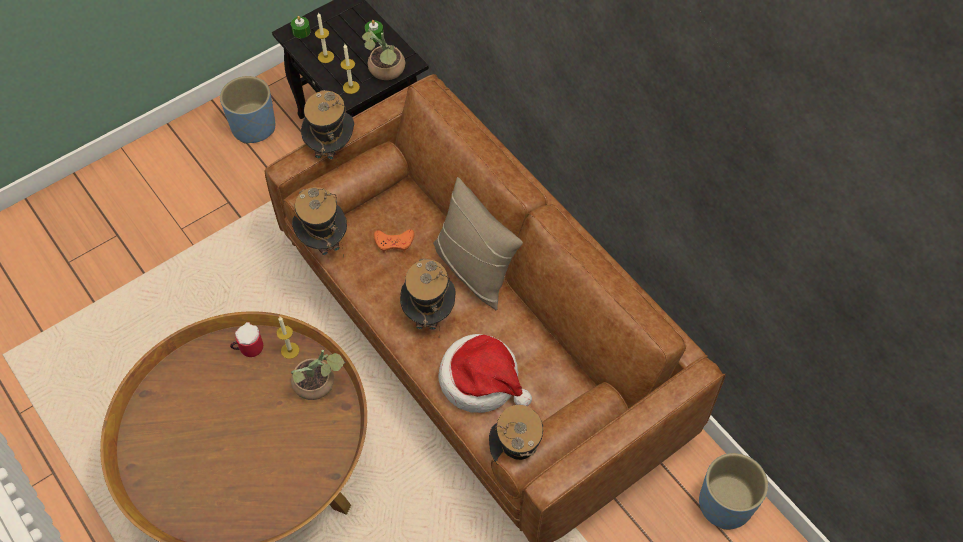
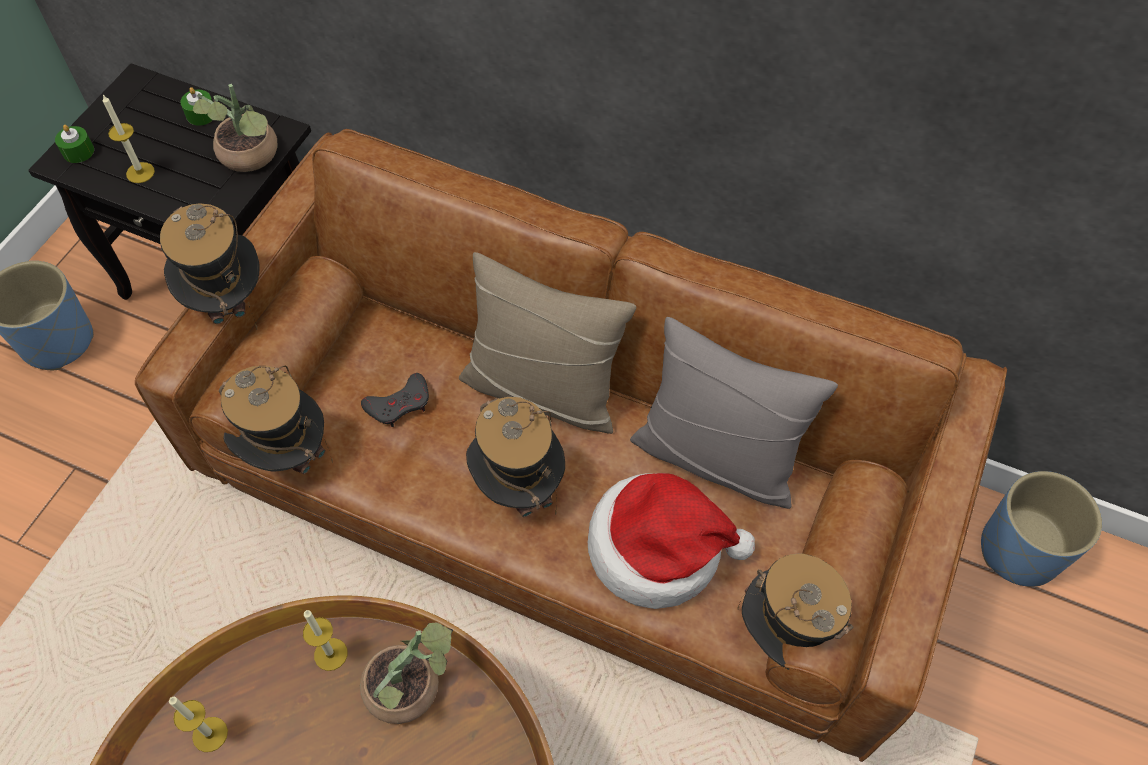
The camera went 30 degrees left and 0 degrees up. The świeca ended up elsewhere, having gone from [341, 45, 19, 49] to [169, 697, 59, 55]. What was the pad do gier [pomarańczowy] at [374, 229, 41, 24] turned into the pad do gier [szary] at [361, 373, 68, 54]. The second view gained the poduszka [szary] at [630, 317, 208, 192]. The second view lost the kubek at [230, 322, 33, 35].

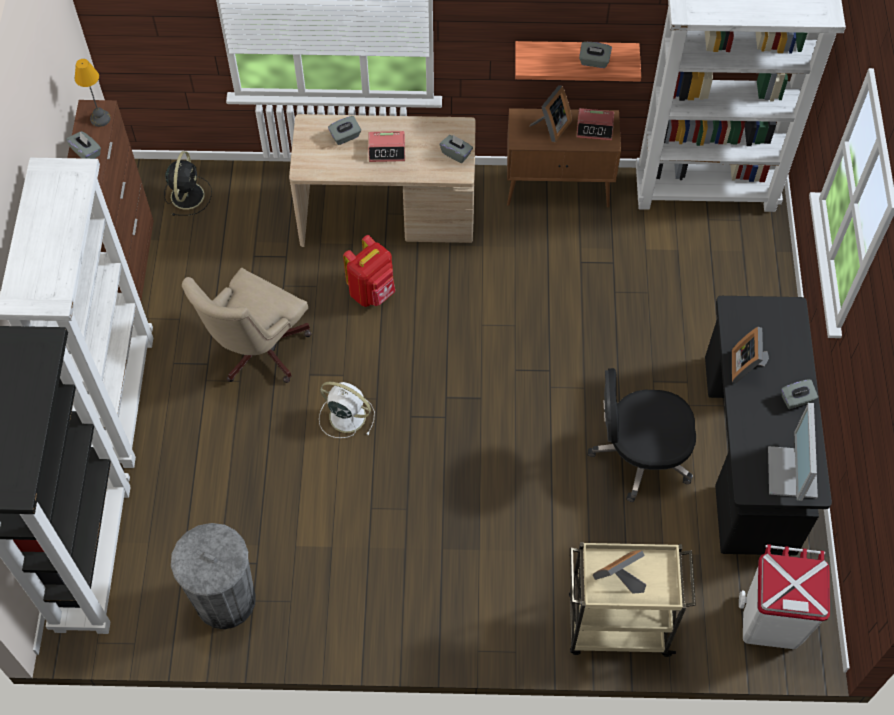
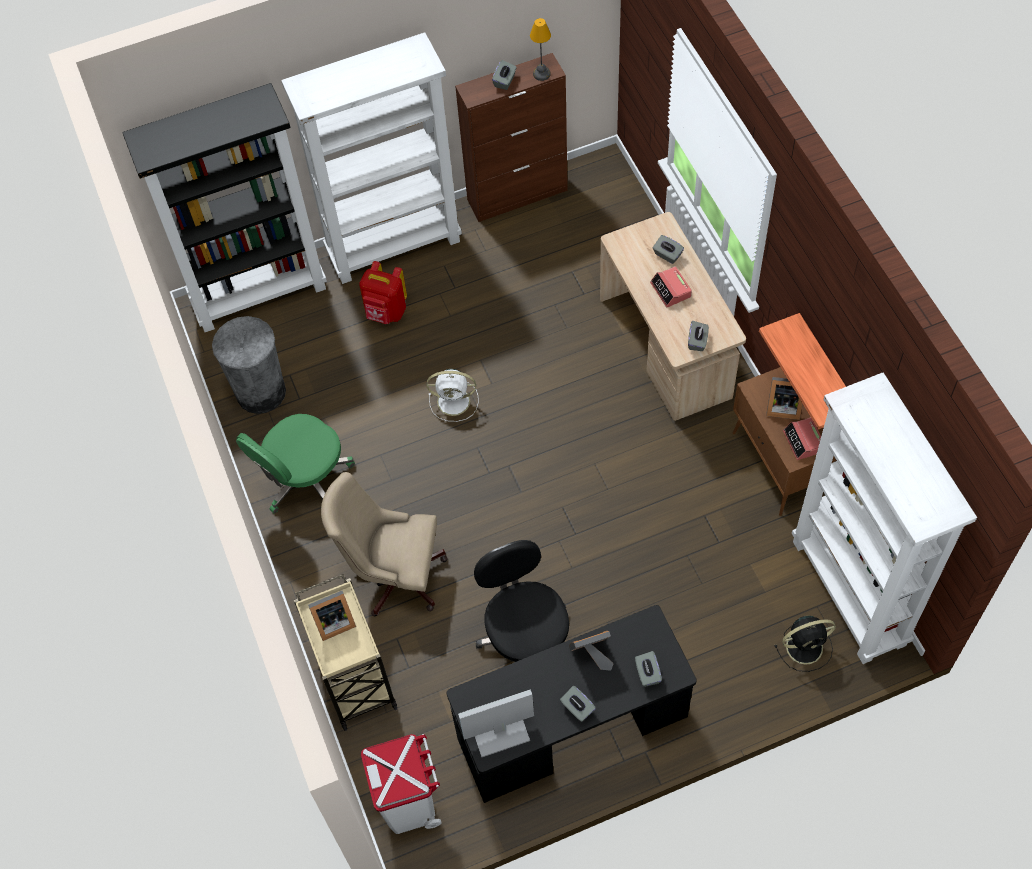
The camera went 70 degrees right and 0 degrees up. The second view gained the krzesło biurowe [zielony] at [236, 414, 119, 99]. The ramka na zdjęcie at [593, 550, 53, 44] ended up facing another way, 120 degrees clockwise from before. The krzesło biurowe [beżowy] ended up elsewhere, having gone from [182, 268, 130, 115] to [321, 472, 127, 144]. The plecak [czerwony] ended up elsewhere, having gone from [343, 235, 52, 72] to [359, 261, 48, 63]. The wentylator [biały] at [319, 382, 56, 56] ended up facing another way, 90 degrees clockwise from before. The pudełko chusteczek [szary] ended up elsewhere, having gone from [579, 42, 33, 26] to [635, 651, 27, 36]. The wentylator [czarny] ended up elsewhere, having gone from [164, 151, 48, 65] to [774, 616, 62, 56].

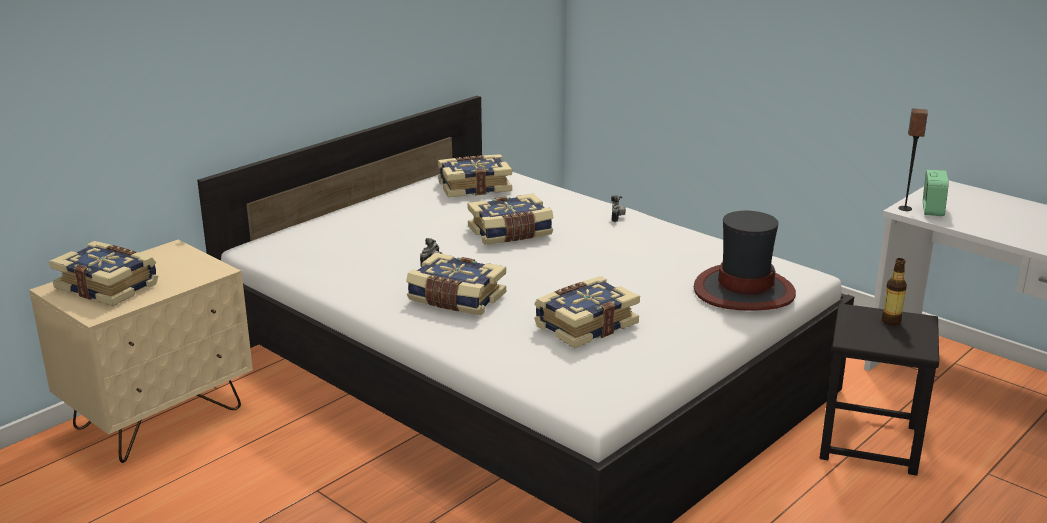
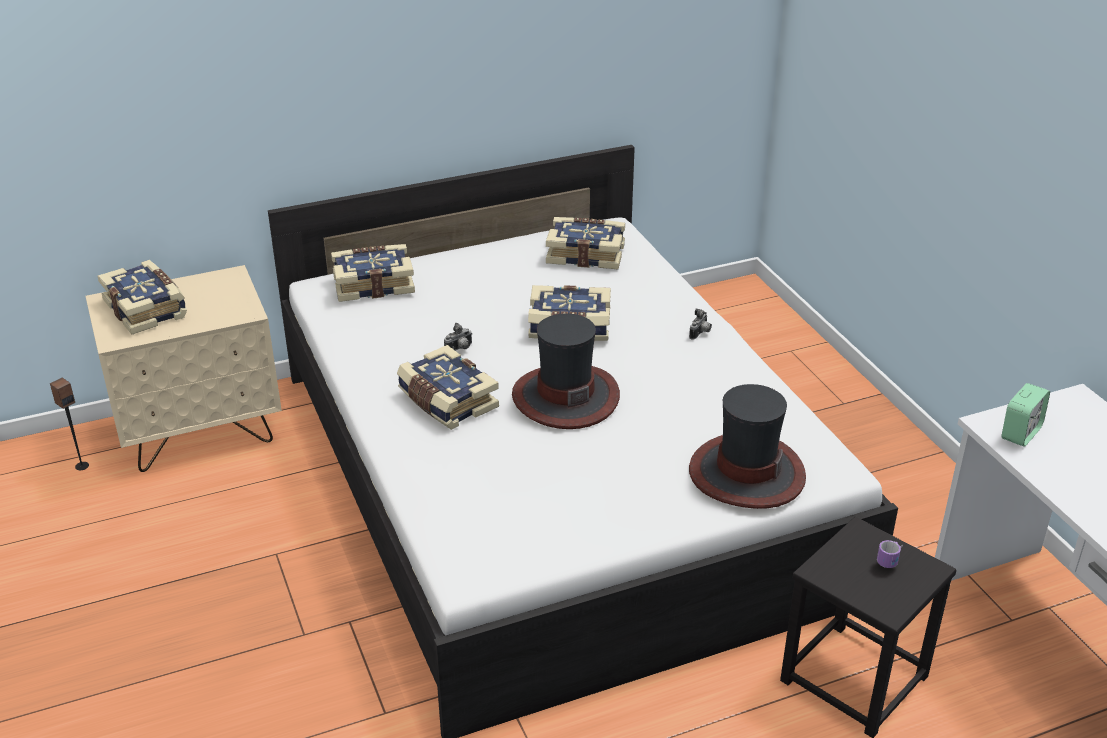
The camera went 25 degrees right and 10 degrees up. The głośnik ended up elsewhere, having gone from [898, 108, 30, 103] to [50, 378, 39, 92]. The książka ended up elsewhere, having gone from [534, 276, 106, 72] to [331, 244, 84, 58]. The second view gained the kapelusz at [512, 313, 108, 116]. Where the butelka stood at [882, 258, 25, 68], the kubek came to stand at [877, 540, 26, 28].

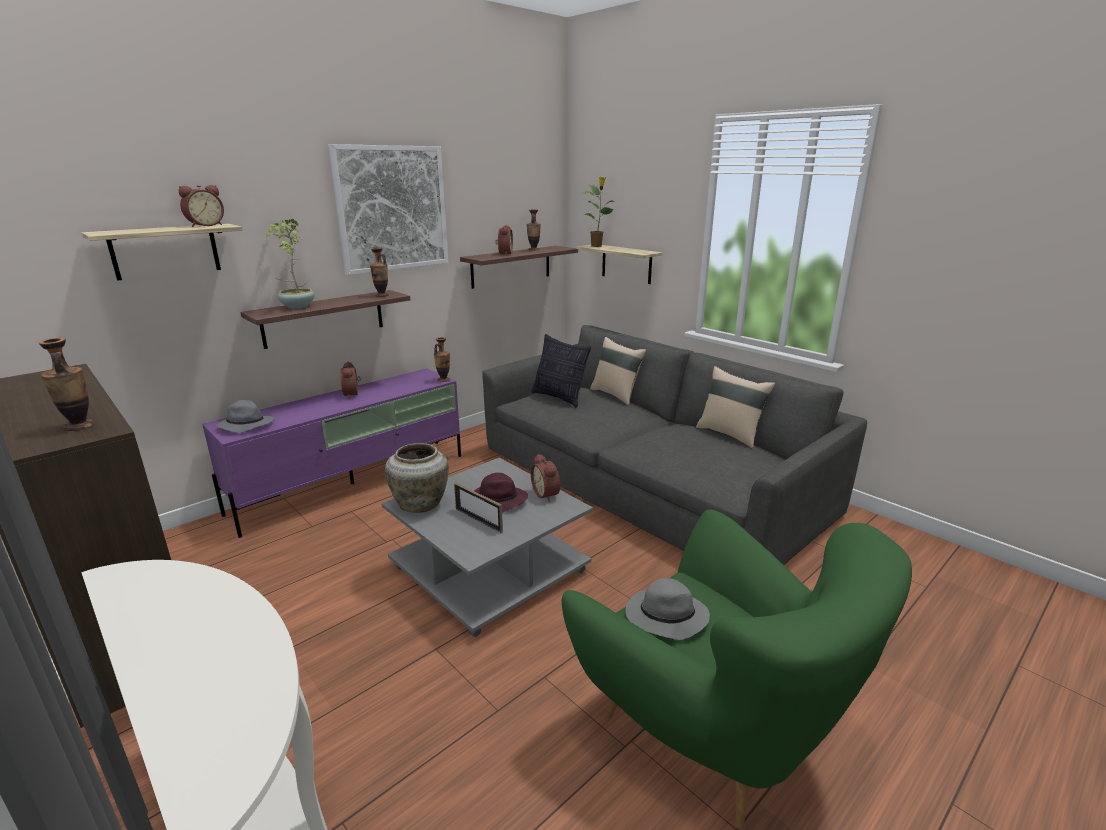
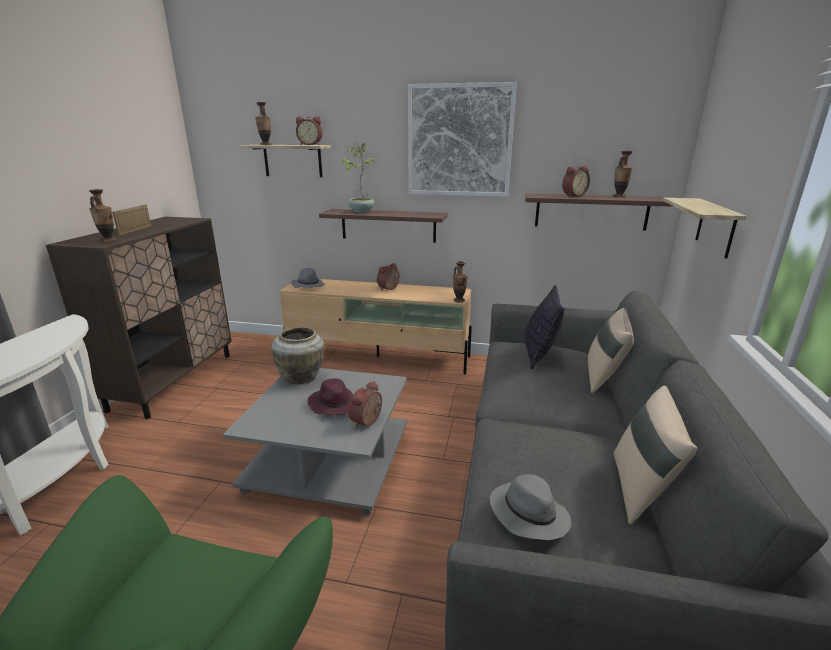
The camera went 55 degrees right and 0 degrees up. The ramka na zdjęcie ended up elsewhere, having gone from [454, 483, 49, 50] to [112, 204, 39, 32]. The wazon ended up elsewhere, having gone from [370, 247, 19, 50] to [255, 102, 17, 43]. What was the szafka pod telewizor [fioletowy] at [202, 368, 259, 170] turned into the szafka pod telewizor [beżowy] at [279, 278, 193, 96]. The kapelusz [szary] ended up elsewhere, having gone from [626, 578, 84, 62] to [490, 474, 81, 66]. The second view lost the roślina doniczkowa at [582, 177, 32, 70].

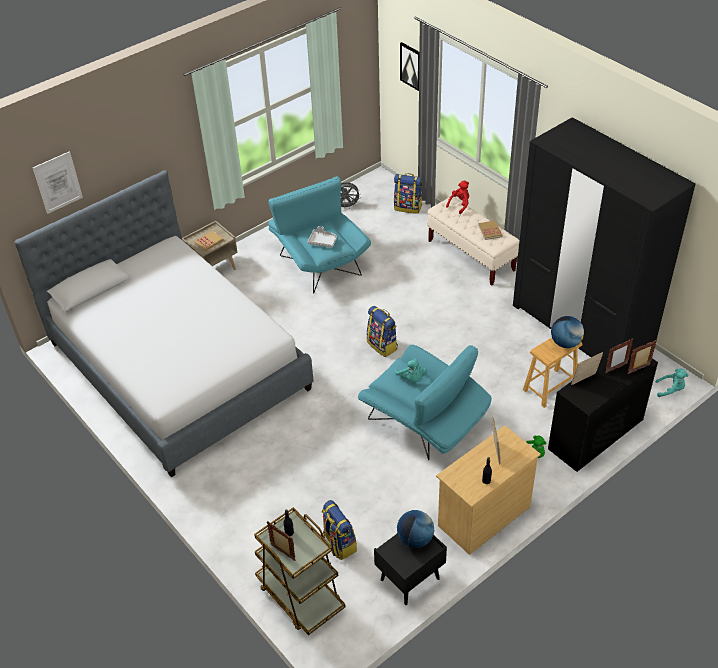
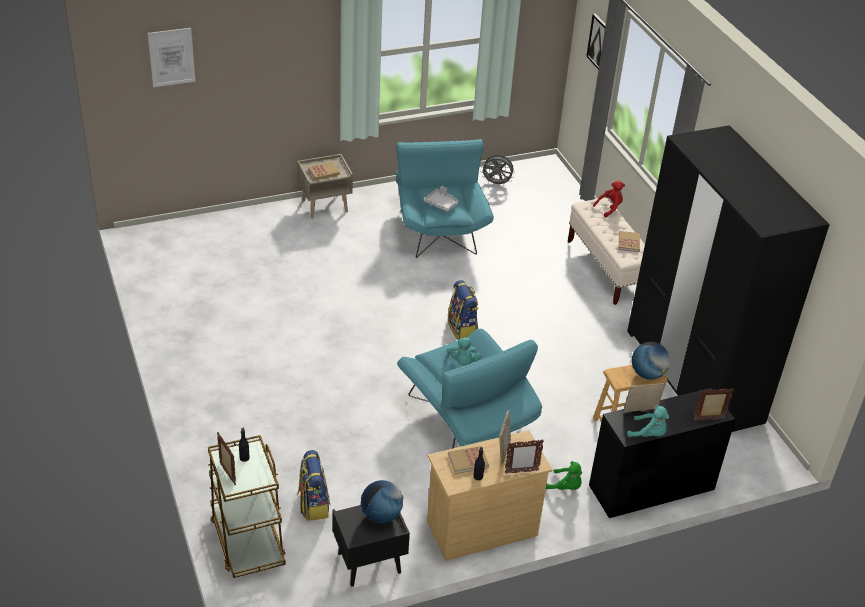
The camera went 15 degrees right and 5 degrees down. The second view gained the książka at [448, 446, 41, 28]. The ramka na zdjęcie ended up elsewhere, having gone from [605, 338, 28, 35] to [505, 439, 39, 35]. The pluszak [turkusowy] ended up elsewhere, having gone from [655, 368, 33, 29] to [627, 406, 42, 31]. The second view lost the łóżko at [15, 170, 299, 307]. The second view lost the plecak at [394, 173, 28, 41].

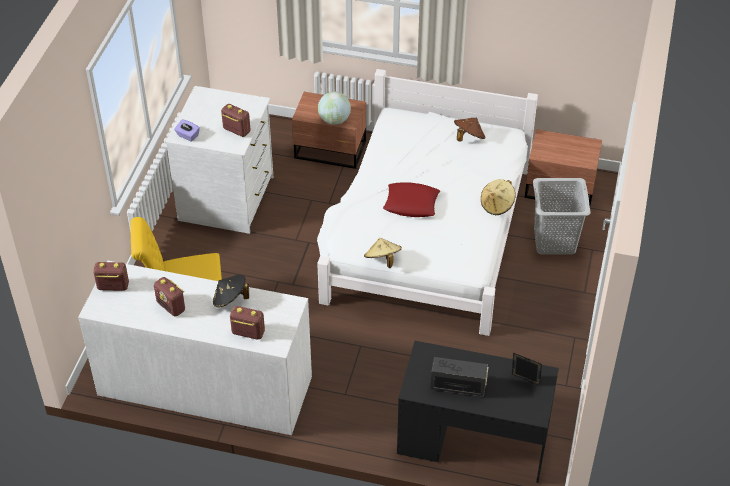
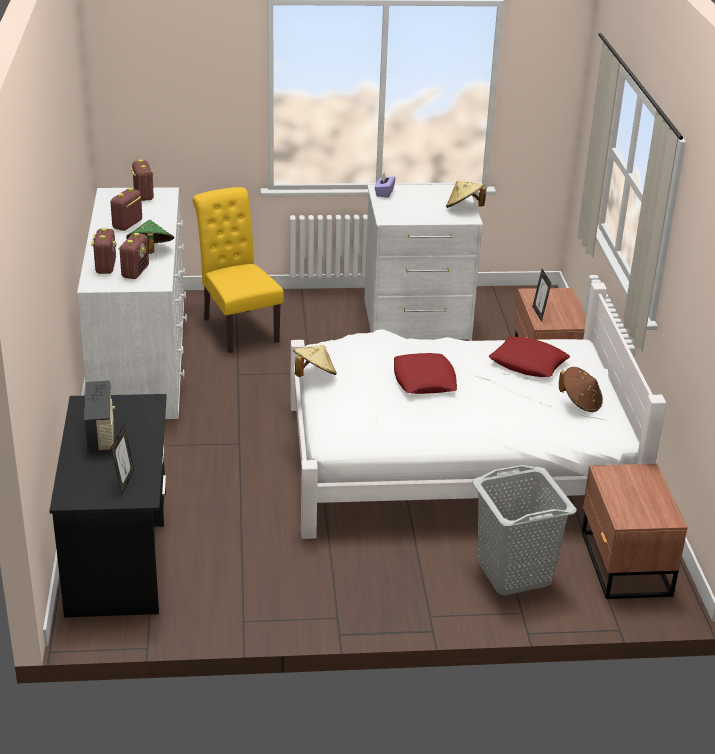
The camera went 70 degrees right and 15 degrees down. The radio ended up elsewhere, having gone from [221, 104, 30, 33] to [119, 233, 30, 46]. What was the kapelusz [czarny] at [213, 275, 36, 33] turned into the kapelusz [zielony] at [126, 220, 48, 34]. The kapelusz [beżowy] ended up elsewhere, having gone from [481, 179, 35, 36] to [446, 181, 41, 27]. The second view gained the poduszka [czerwony] at [489, 337, 81, 40]. Where the globus stood at [318, 92, 33, 33], the ramka na zdjęcie came to stand at [532, 269, 19, 53].

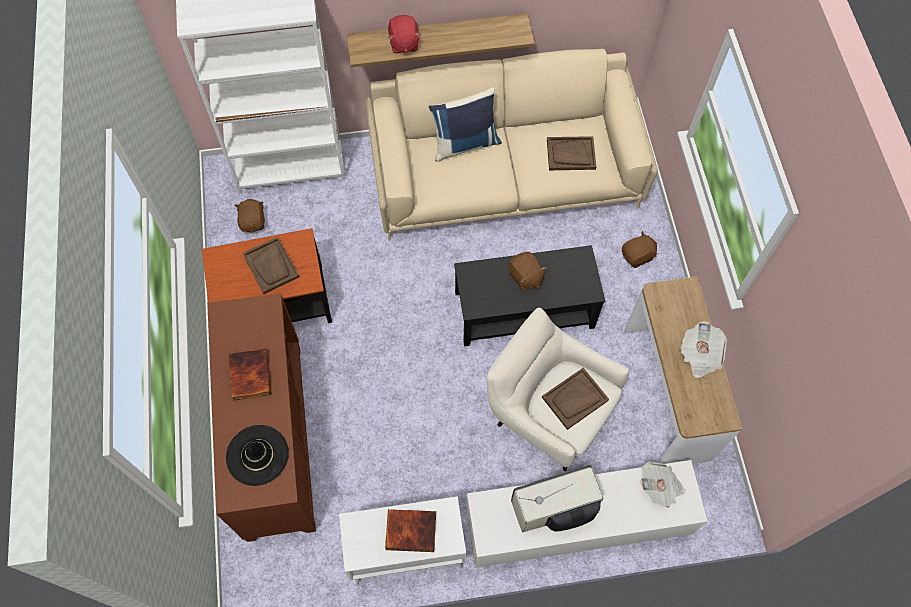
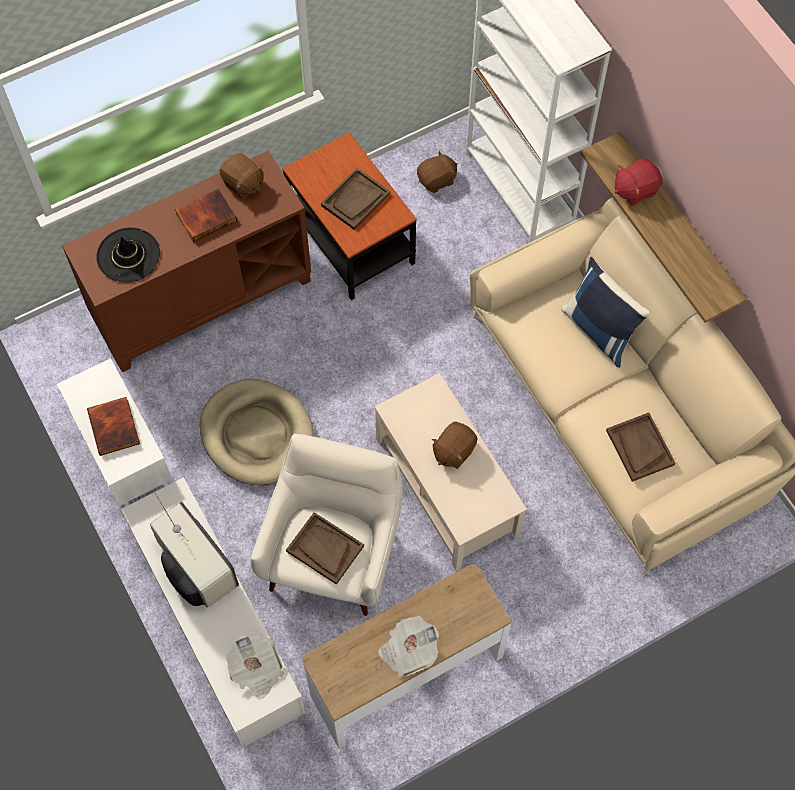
The camera went 70 degrees right and 0 degrees up. The second view gained the legowisko [beżowy] at [200, 379, 114, 106]. The pluszak [brązowy] ended up elsewhere, having gone from [622, 231, 36, 37] to [219, 153, 45, 46]. What was the ława [czarny] at [454, 245, 151, 102] turned into the ława [beżowy] at [375, 373, 152, 197].

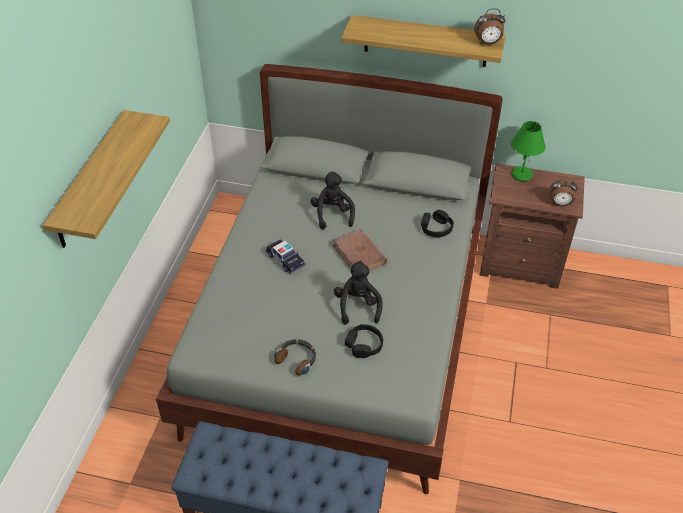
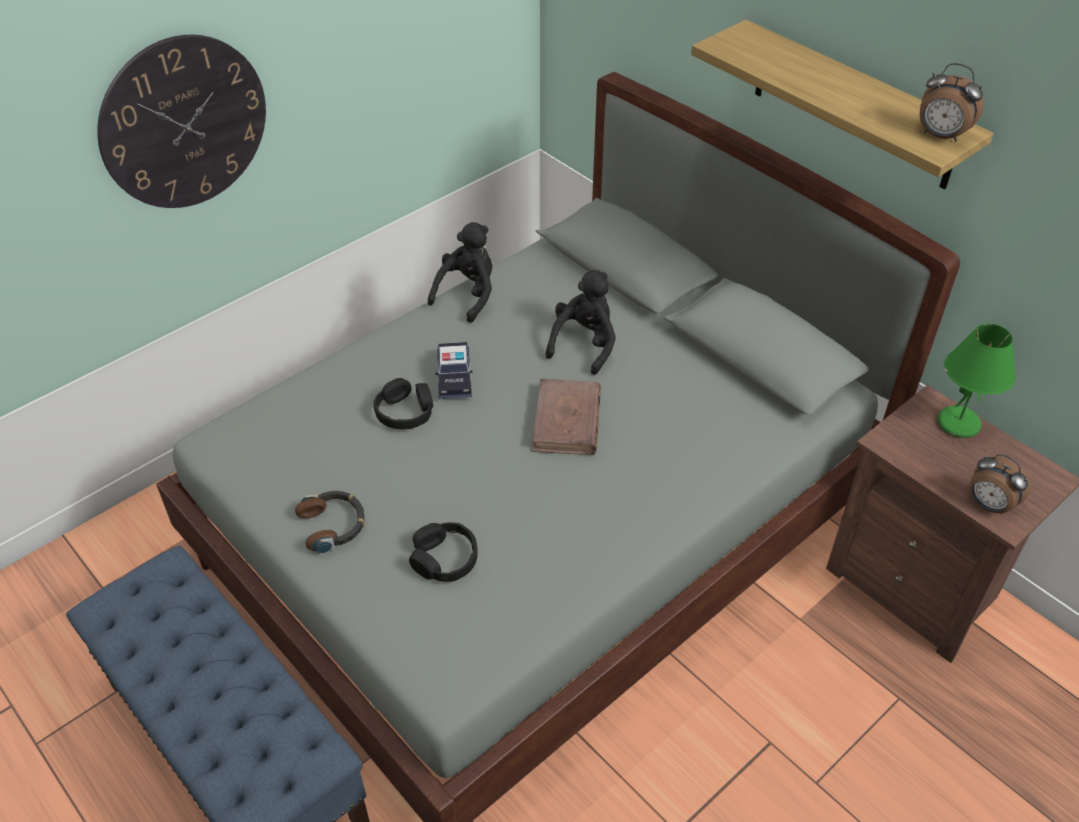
The camera went 35 degrees right and 0 degrees up. Where the półka hung at [42, 110, 128, 138], the zegar ścienny came to hang at [97, 35, 169, 173]. The słuchawki [czarny] ended up elsewhere, having gone from [421, 210, 32, 27] to [374, 378, 59, 52]. The pluszak [czarny] ended up elsewhere, having gone from [334, 261, 49, 64] to [428, 222, 64, 101].

